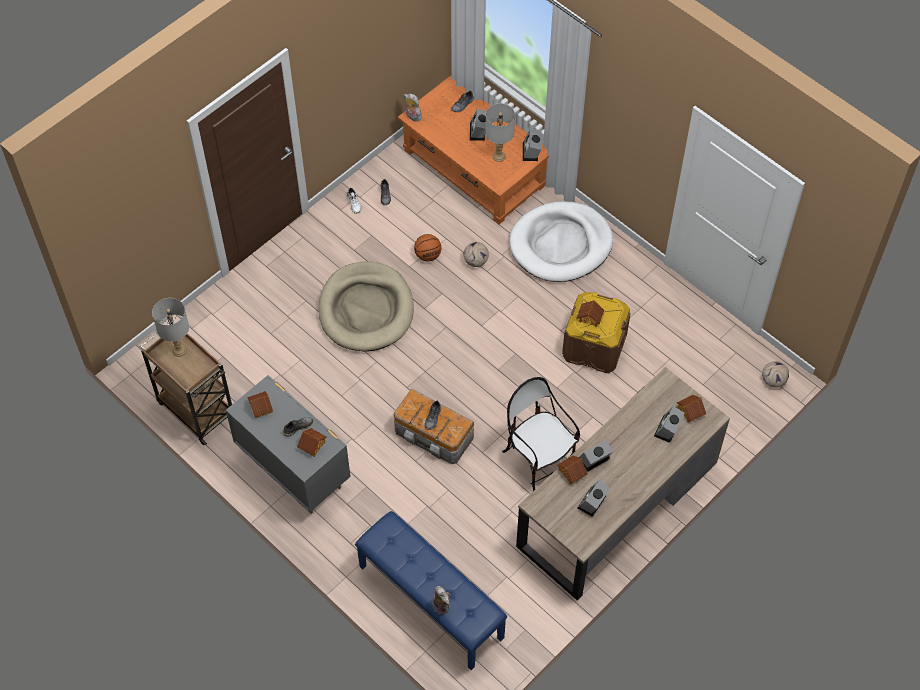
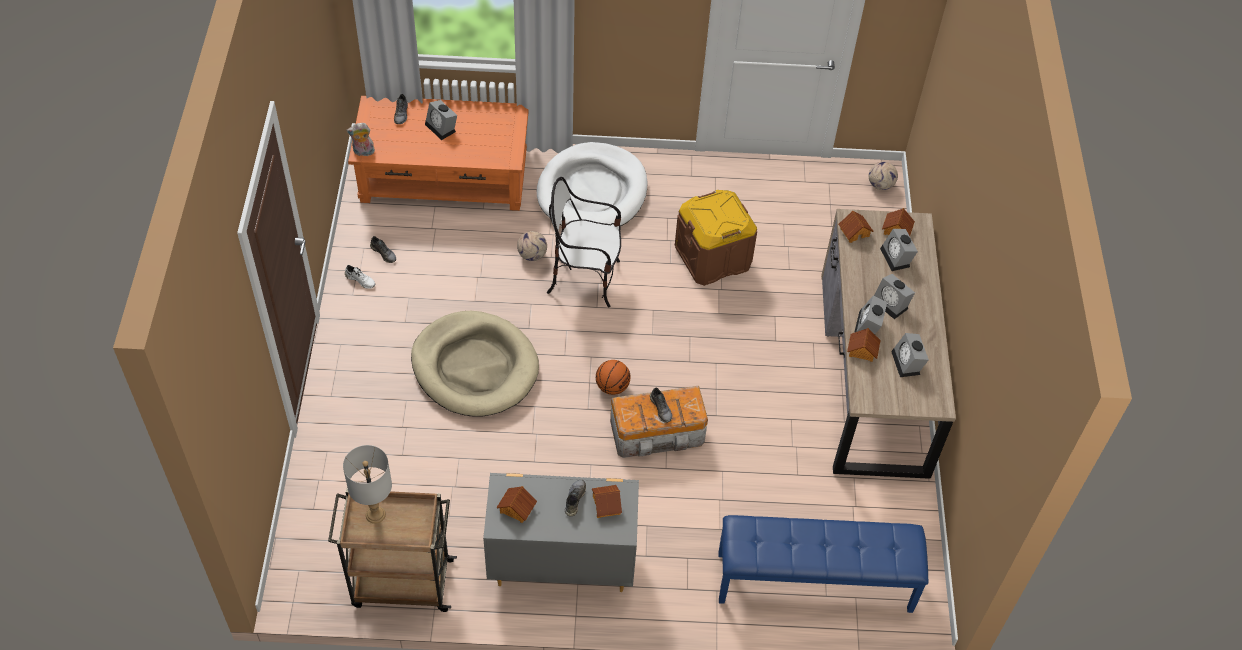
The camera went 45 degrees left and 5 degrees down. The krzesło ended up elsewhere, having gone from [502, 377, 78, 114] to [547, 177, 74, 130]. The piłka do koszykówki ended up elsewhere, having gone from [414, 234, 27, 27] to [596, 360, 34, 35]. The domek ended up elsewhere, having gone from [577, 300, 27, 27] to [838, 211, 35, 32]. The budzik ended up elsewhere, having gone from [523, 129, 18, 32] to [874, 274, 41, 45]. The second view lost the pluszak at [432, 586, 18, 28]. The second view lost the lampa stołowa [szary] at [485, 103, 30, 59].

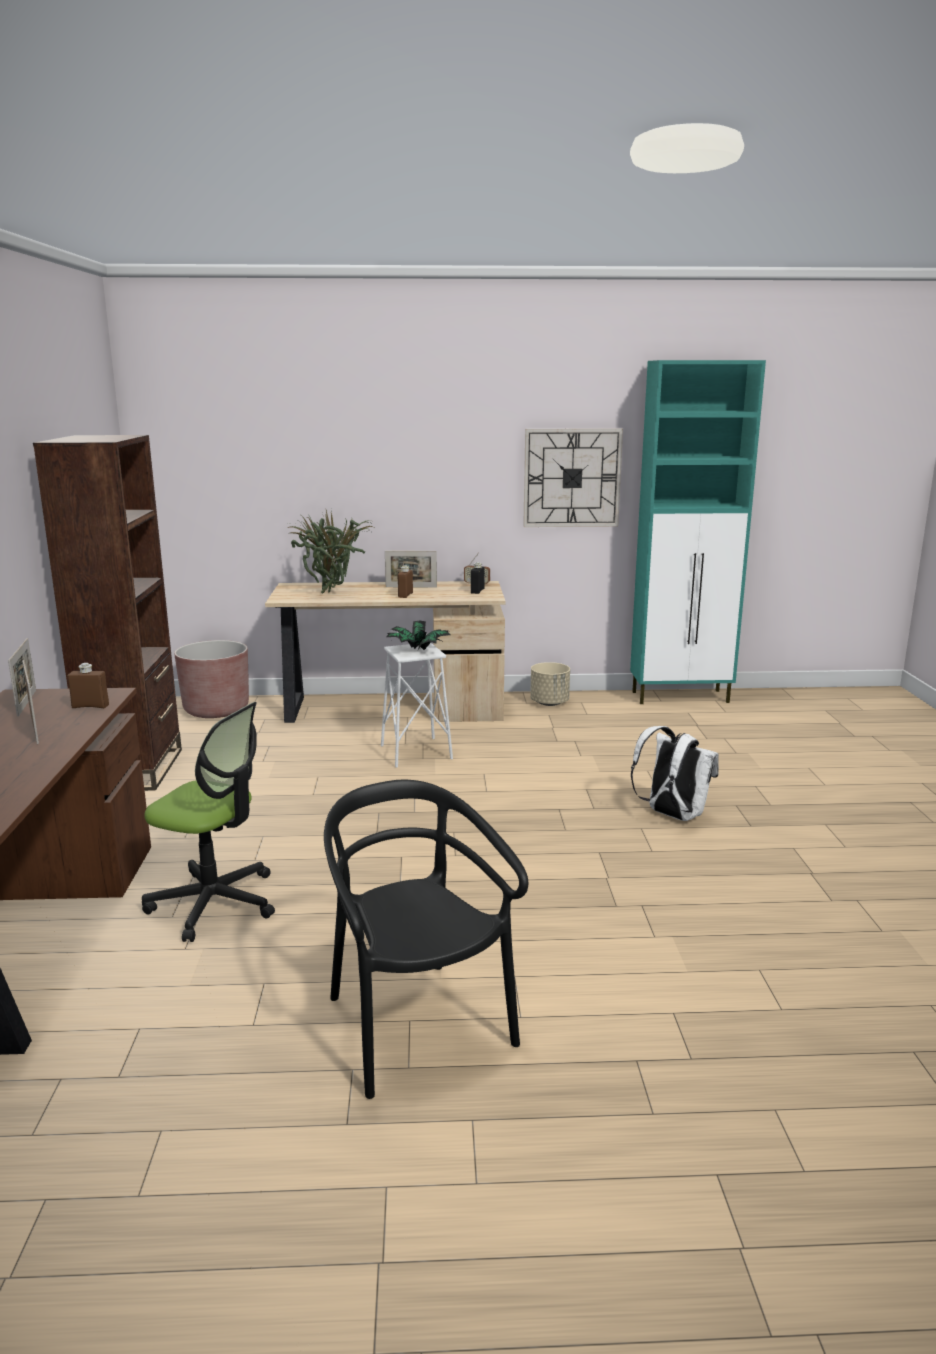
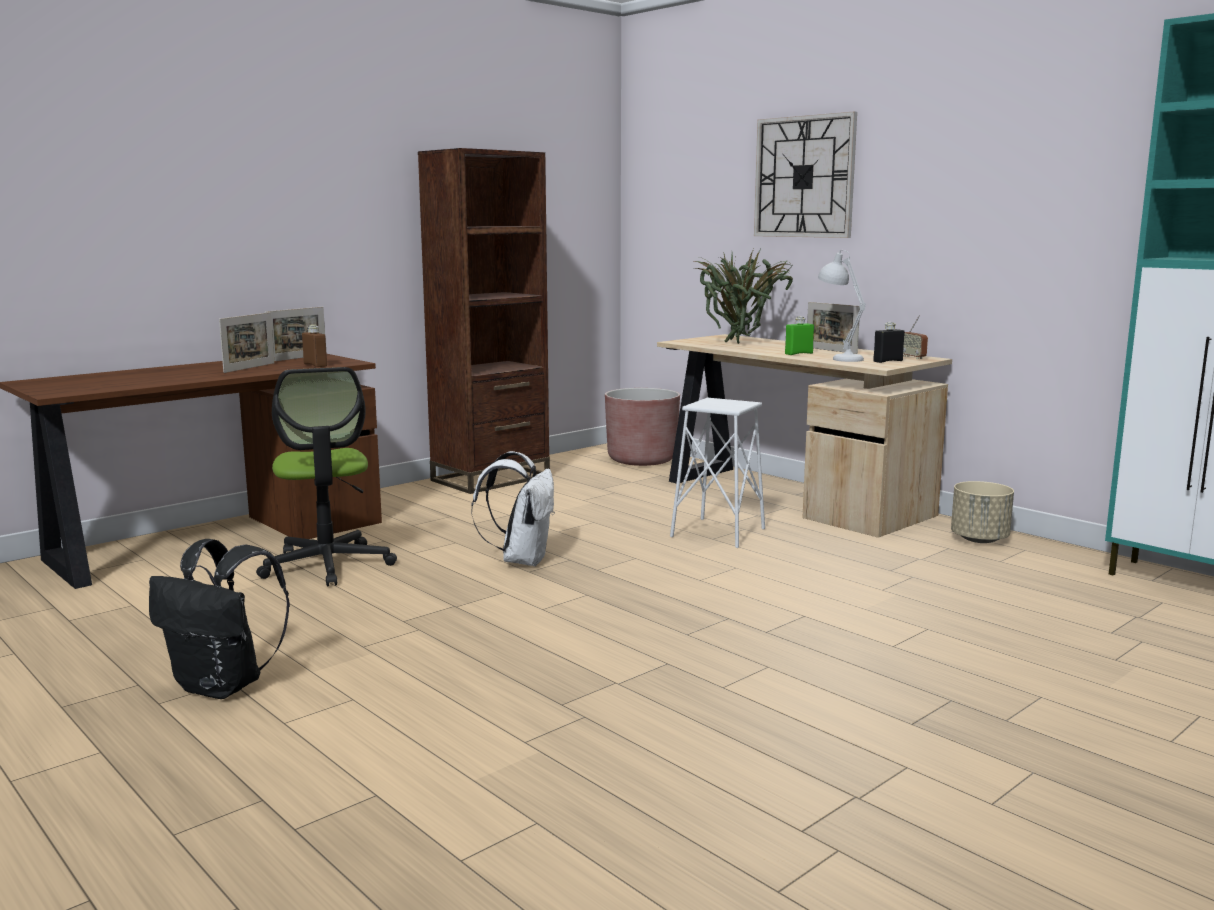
The camera went 50 degrees right and 5 degrees down. Where the krzesło [czarny] stood at [324, 780, 204, 319], the plecak [czarny] came to stand at [149, 539, 141, 160]. The plecak [biały] ended up elsewhere, having gone from [631, 726, 88, 95] to [471, 451, 84, 115]. The zegar ścienny ended up elsewhere, having gone from [523, 428, 100, 99] to [754, 112, 103, 126]. What was the butelka [brązowy] at [398, 565, 15, 33] turned into the butelka [zielony] at [785, 316, 29, 39]. The second view gained the lampa stołowa [biały] at [818, 250, 48, 112]. The second view lost the roślina doniczkowa at [386, 621, 65, 29].

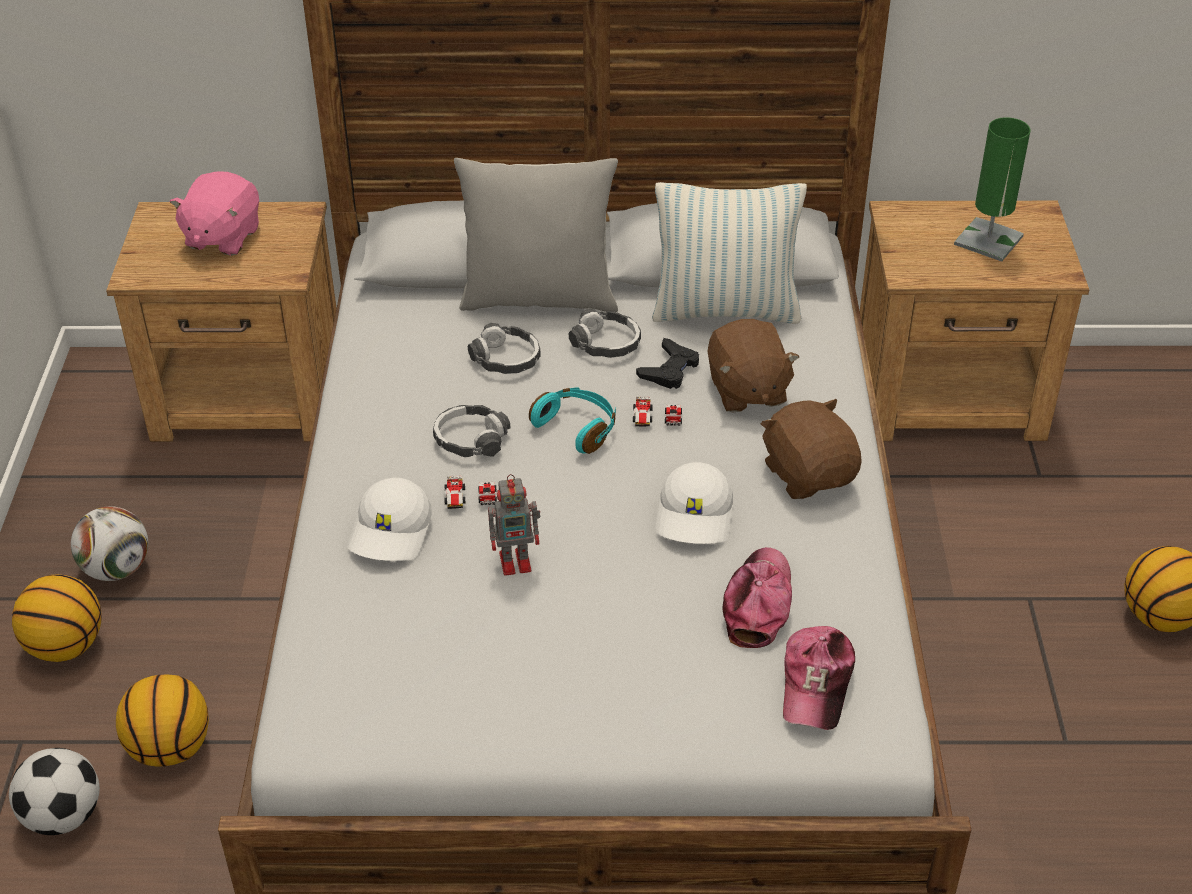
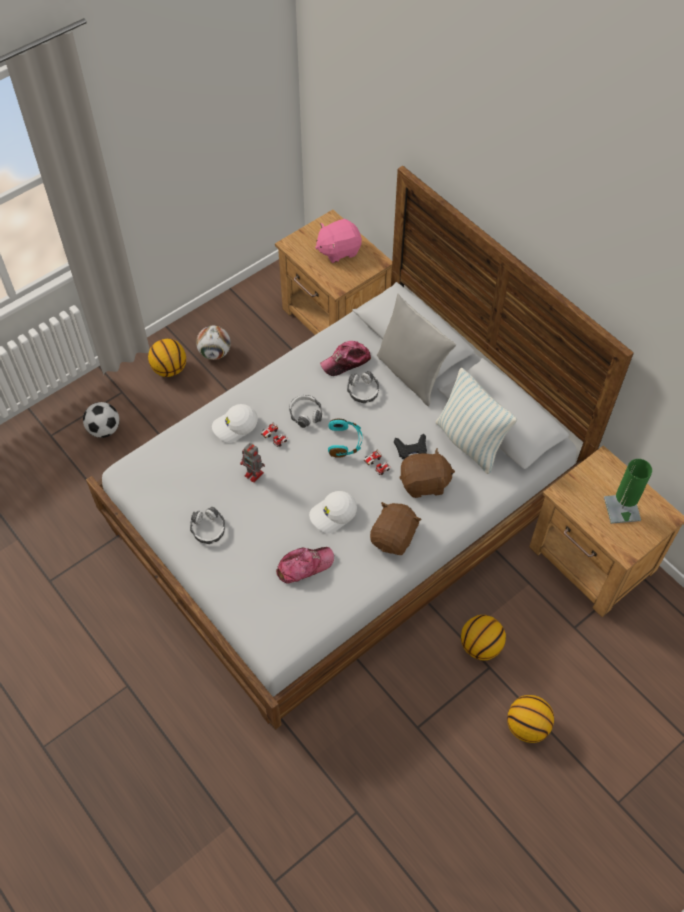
The camera went 50 degrees right and 15 degrees up. The słuchawki ended up elsewhere, having gone from [569, 309, 72, 49] to [190, 506, 35, 38]. The czapka z daszkiem ended up elsewhere, having gone from [783, 626, 72, 104] to [320, 341, 51, 35]. The pluszak [brązowy] at [708, 319, 91, 94] ended up facing another way, 135 degrees counterclockwise from before. The piłka do koszykówki ended up elsewhere, having gone from [116, 675, 93, 91] to [461, 615, 45, 46].

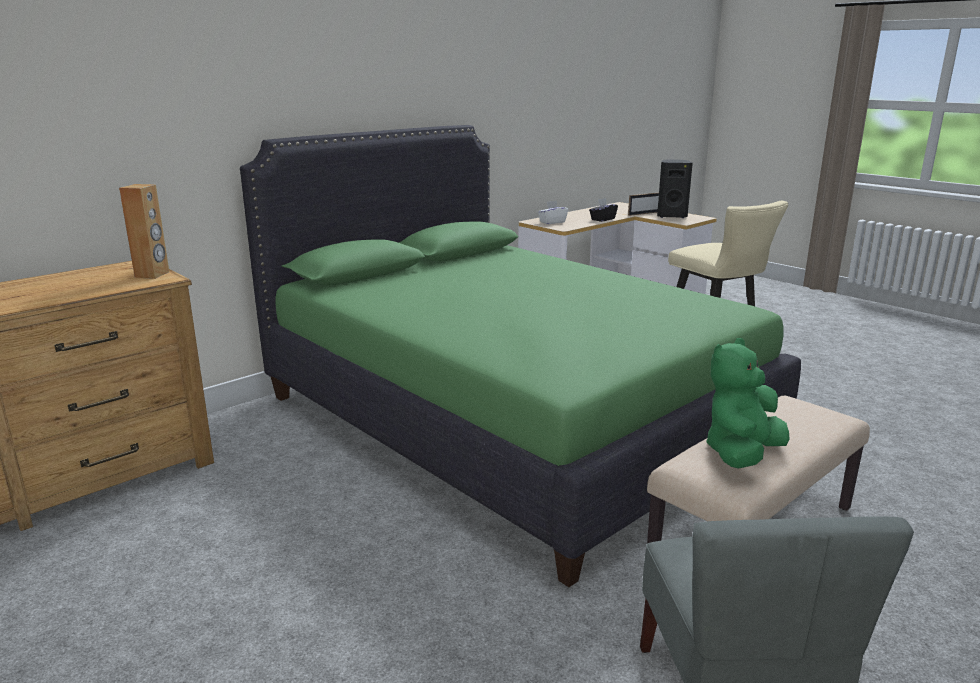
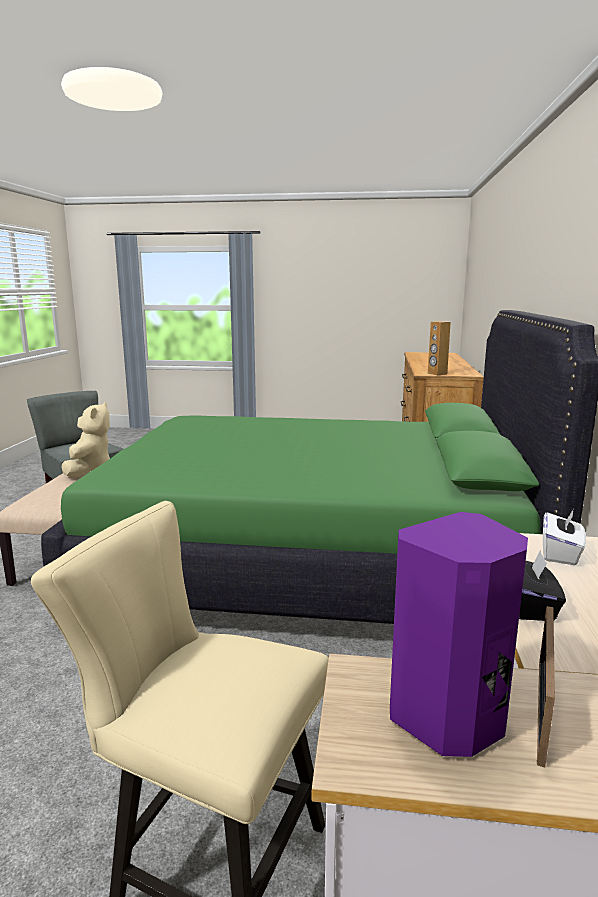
The camera went 140 degrees right and 5 degrees down. What was the pluszak [zielony] at [706, 338, 84, 131] turned into the pluszak [beżowy] at [61, 402, 49, 75]. What was the głośnik [czarny] at [657, 159, 36, 59] turned into the głośnik [fioletowy] at [390, 512, 138, 245].

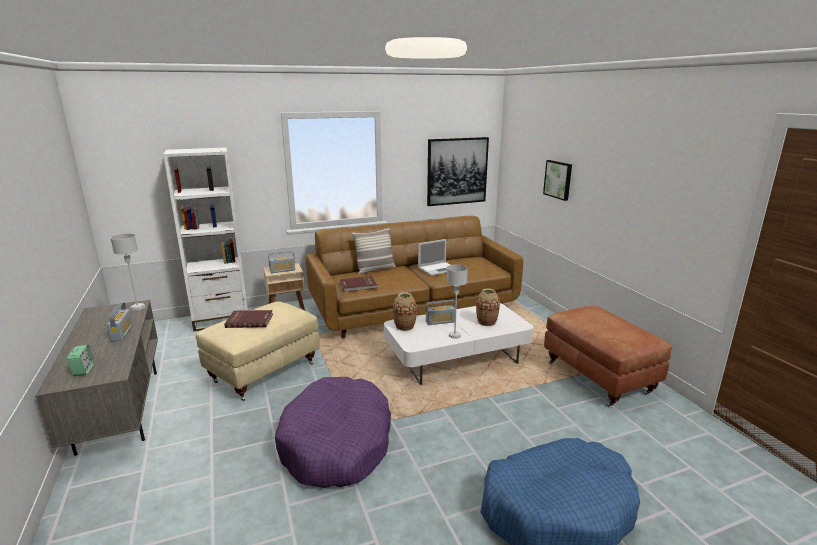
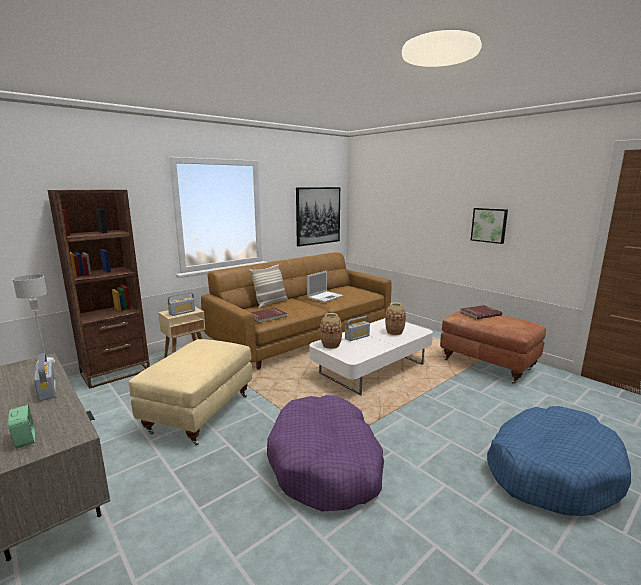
The camera went 20 degrees left and 5 degrees down. What was the regał [biały] at [163, 147, 85, 184] turned into the regał [brązowy] at [48, 189, 102, 200]. The książka [czerwony] ended up elsewhere, having gone from [224, 310, 49, 18] to [460, 305, 42, 14]. The obraz ended up elsewhere, having gone from [543, 160, 29, 41] to [471, 208, 37, 36]. The second view lost the lampa stołowa [szary] at [446, 264, 22, 75].

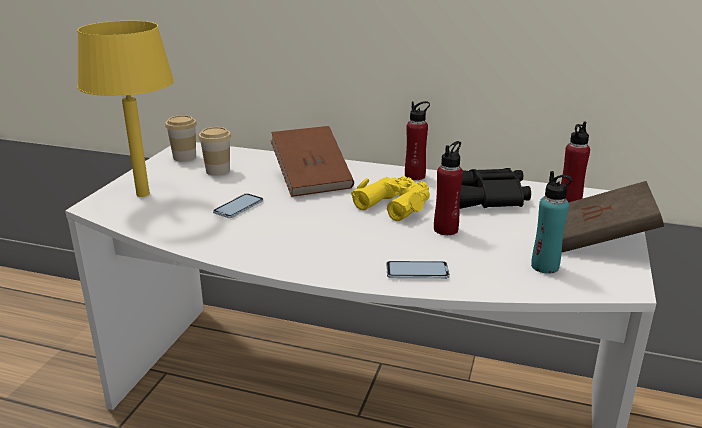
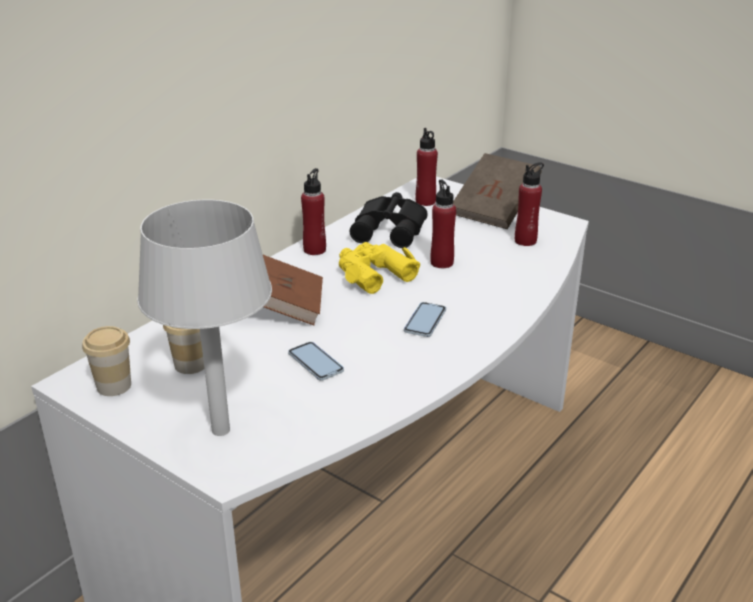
The camera went 70 degrees left and 5 degrees up. What was the lampa stołowa [żółty] at [77, 21, 97, 176] turned into the lampa stołowa [szary] at [137, 200, 135, 236]. The telefon ended up elsewhere, having gone from [386, 261, 64, 18] to [404, 302, 42, 35]. What was the butelka [turkusowy] at [531, 171, 41, 103] turned into the butelka [czerwony] at [515, 162, 29, 84].

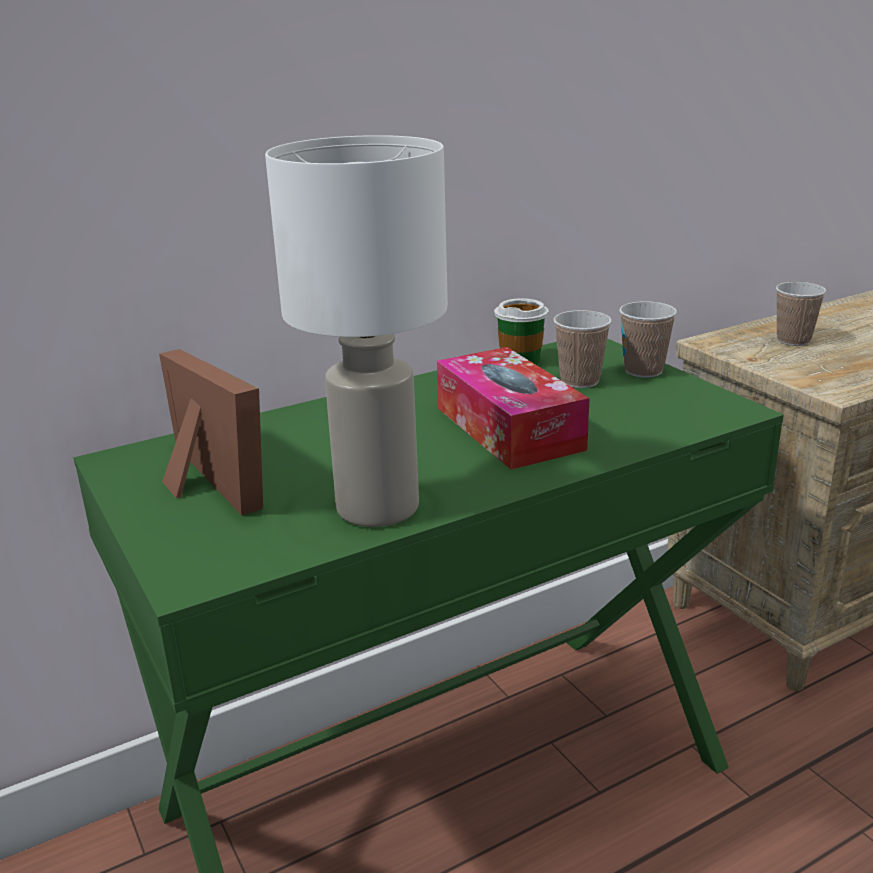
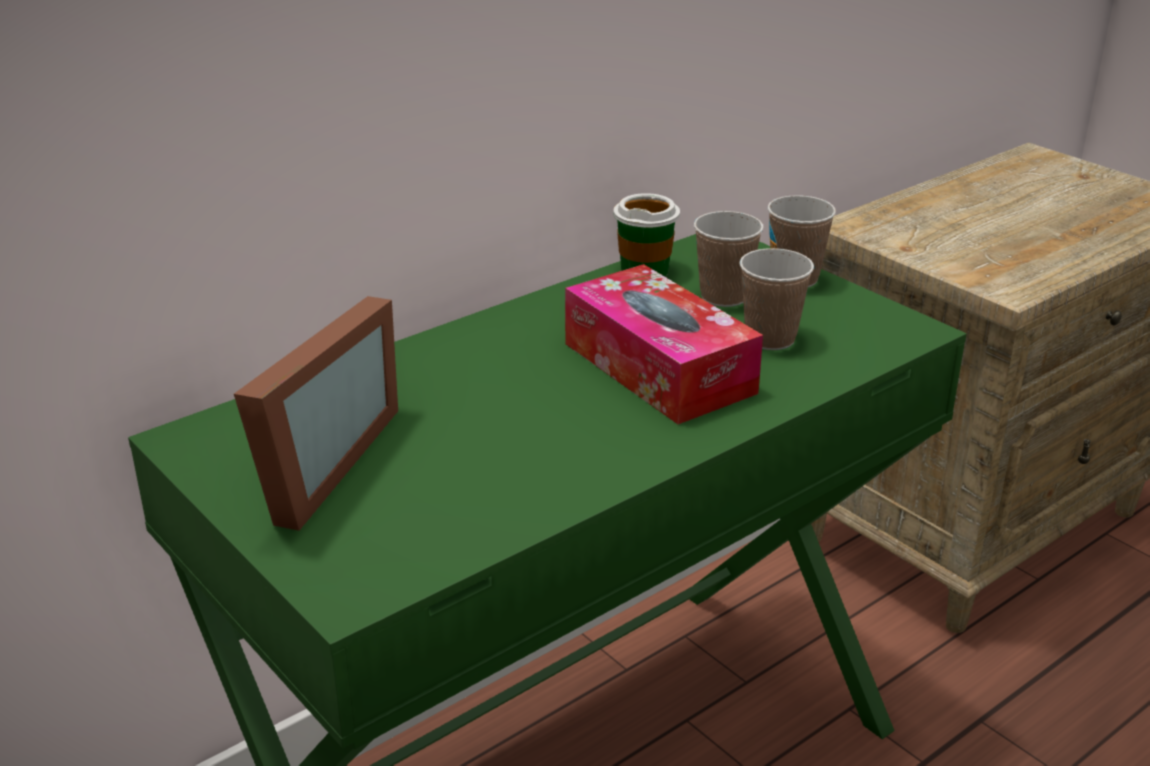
The camera went 10 degrees left and 5 degrees up. The ramka na zdjęcie at [159, 349, 104, 167] ended up facing another way, 60 degrees clockwise from before. The filiżanka ended up elsewhere, having gone from [776, 282, 50, 64] to [739, 248, 75, 102]. The second view lost the lampa stołowa [biały] at [265, 135, 183, 392].

